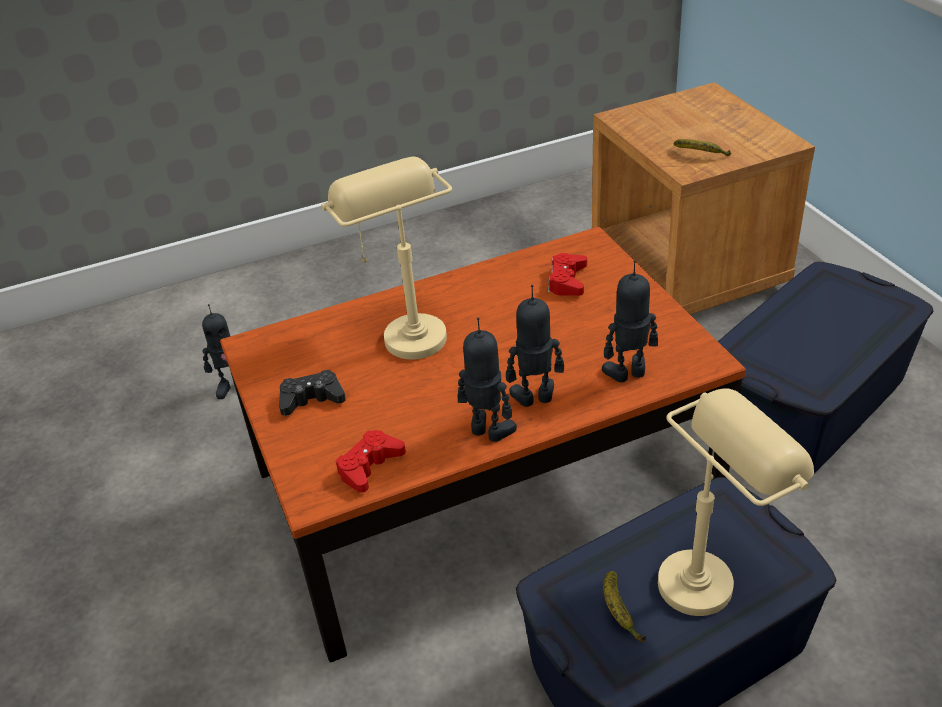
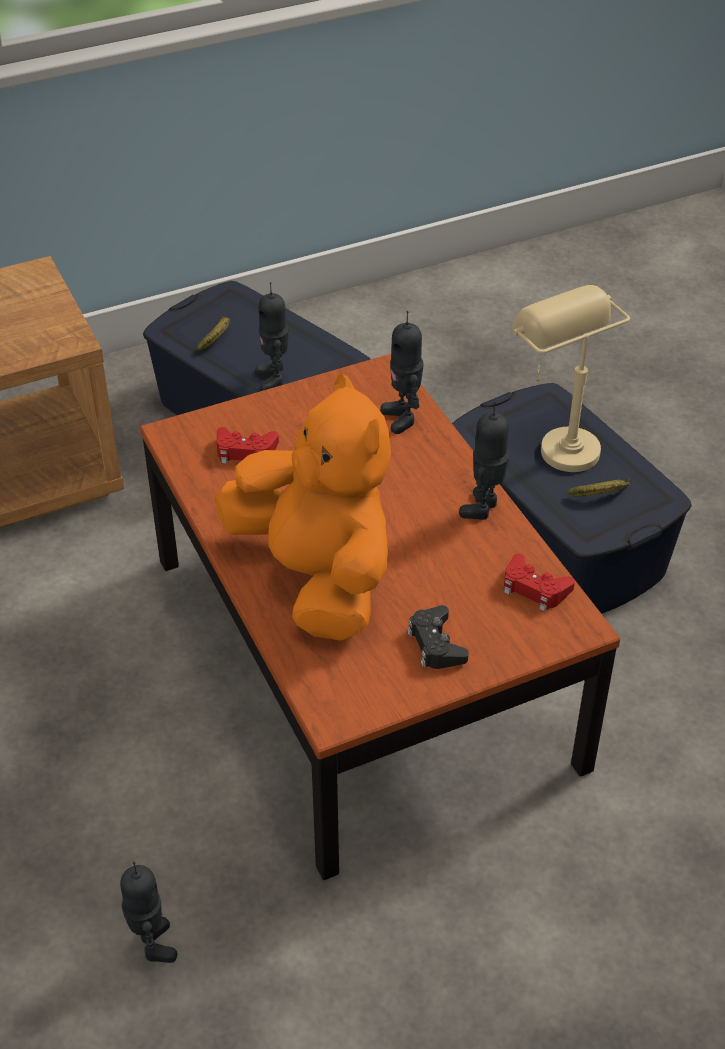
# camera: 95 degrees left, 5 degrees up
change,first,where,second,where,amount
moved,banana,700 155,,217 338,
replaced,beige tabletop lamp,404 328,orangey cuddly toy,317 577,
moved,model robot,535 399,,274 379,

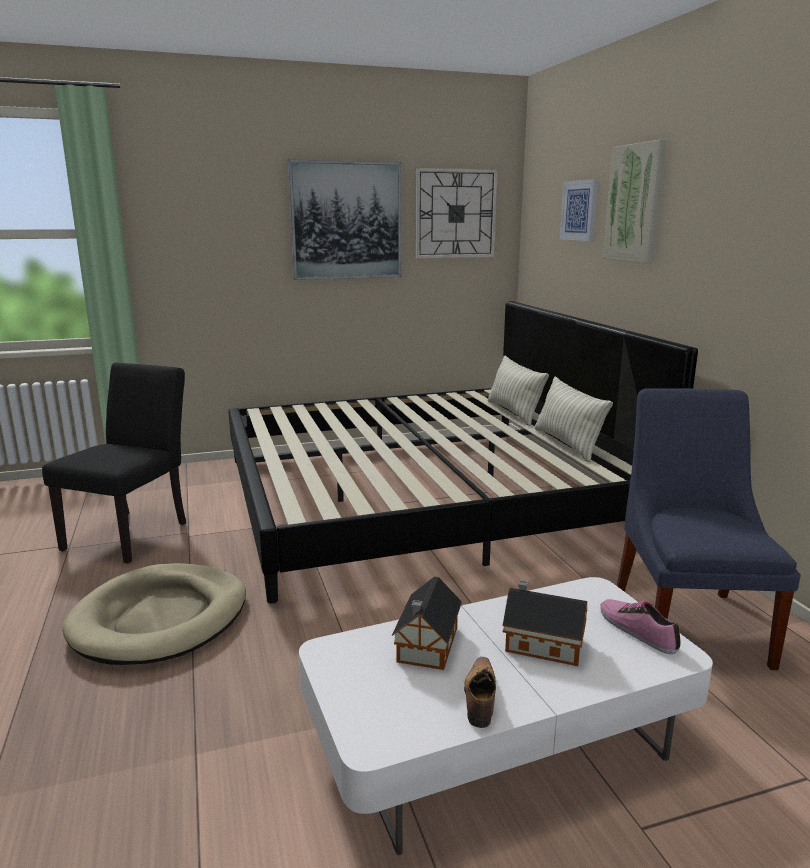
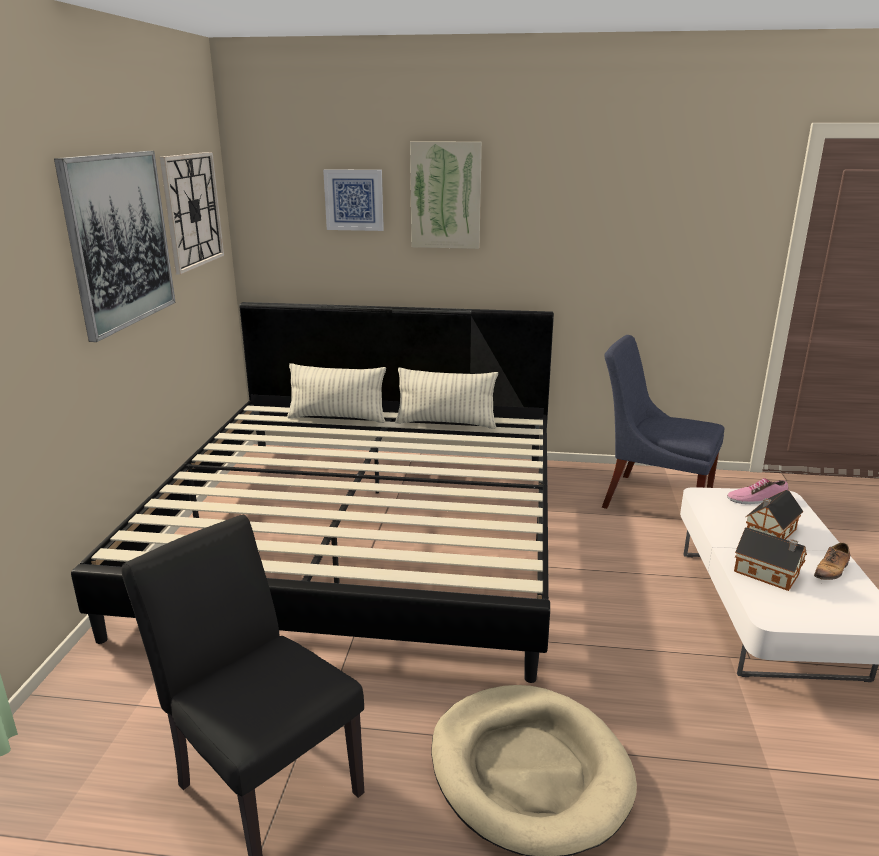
# camera: 65 degrees left, 5 degrees up
change,first,where,second,where,amount
turned,item of footwear,480 698,,831 570,75 degrees counterclockwise

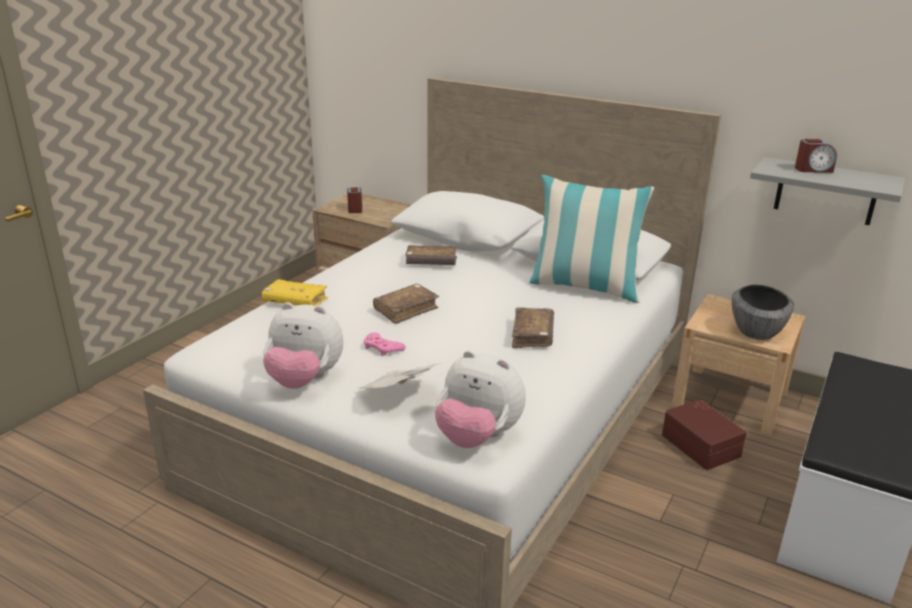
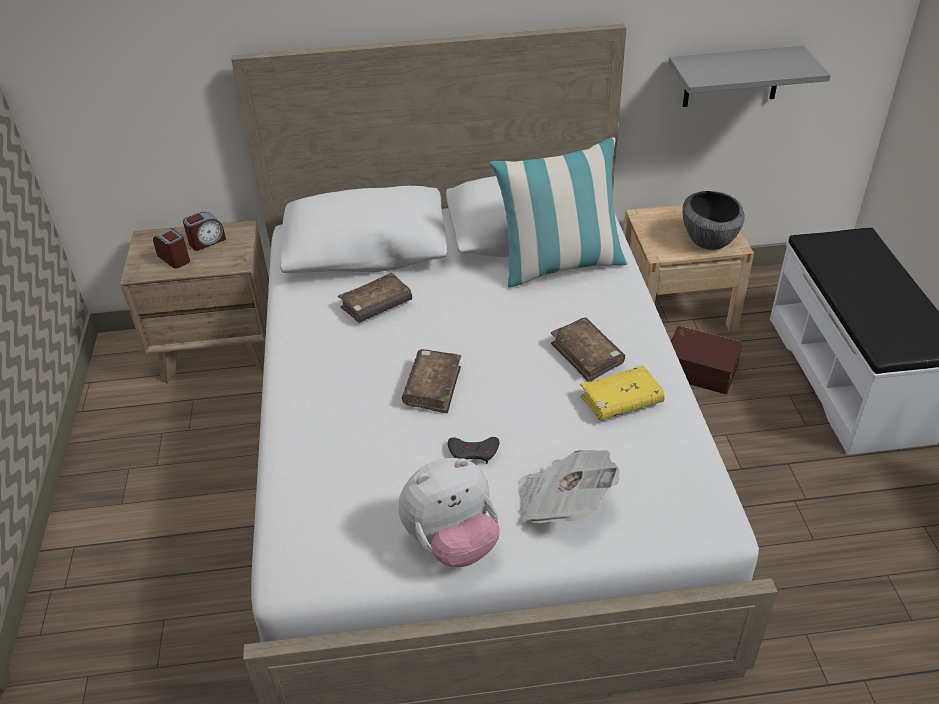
# camera: 35 degrees left, 15 degrees up
change,first,where,second,where,amount
moved,table clock,813 169,,207 241,
recoloured,pink game controller,382 348,gray game controller,473 452,
moved,yellowish bound book,295 302,,621 401,
removed,cuddly toy,477 437,,,

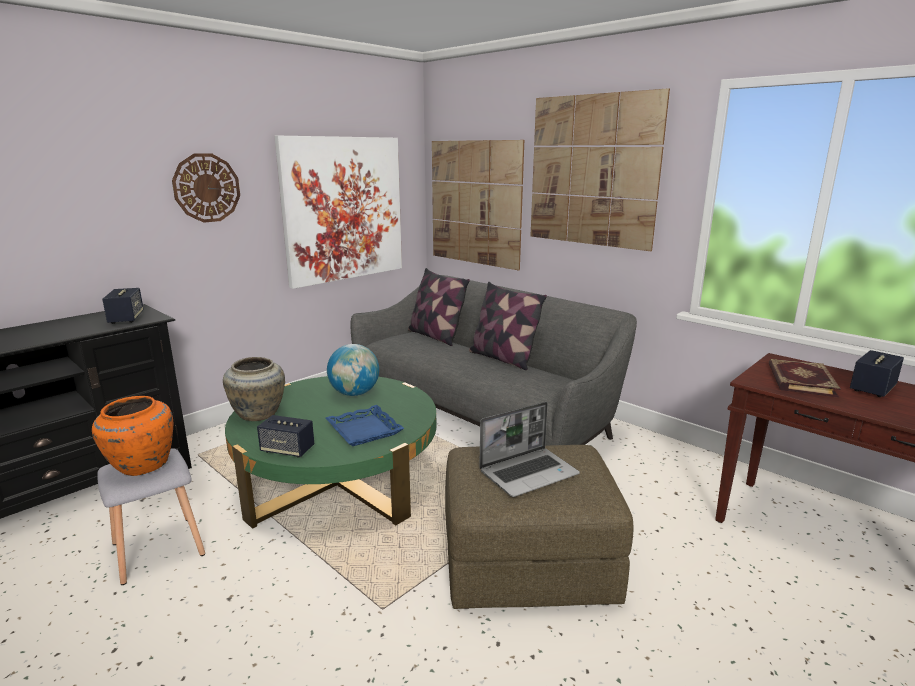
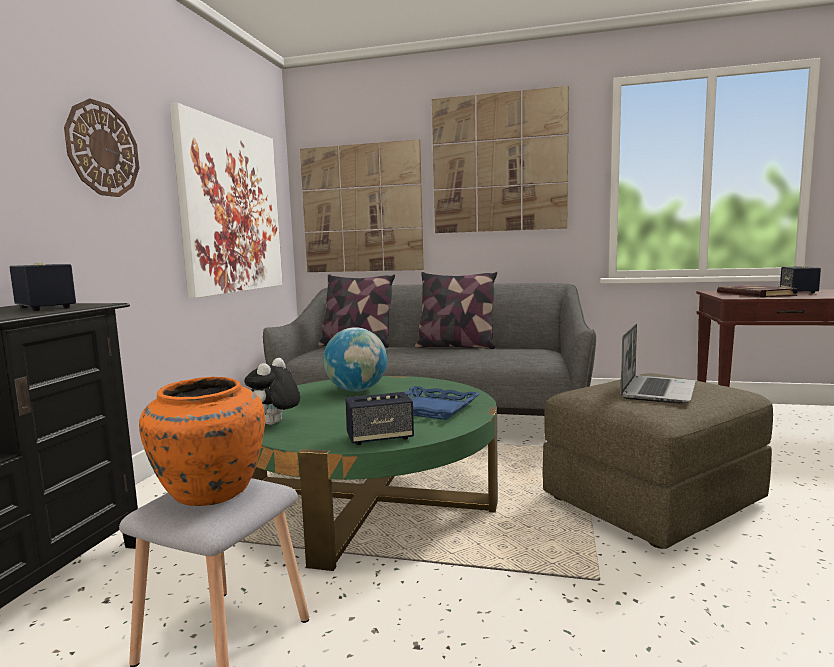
# camera: 30 degrees left, 10 degrees down
change,first,where,second,where,amount
replaced,beige decorative vase,258 415,cuddly toy,275 424,

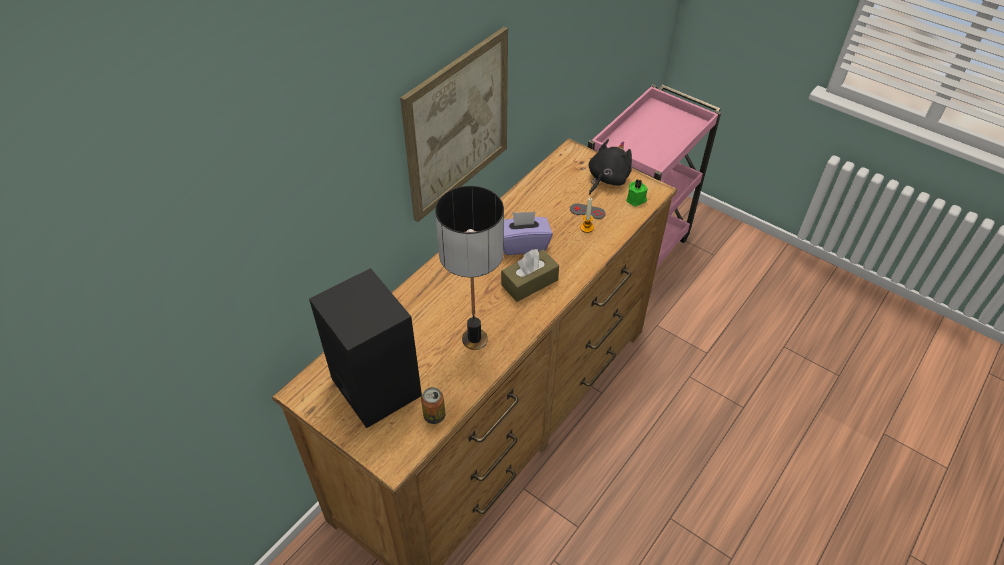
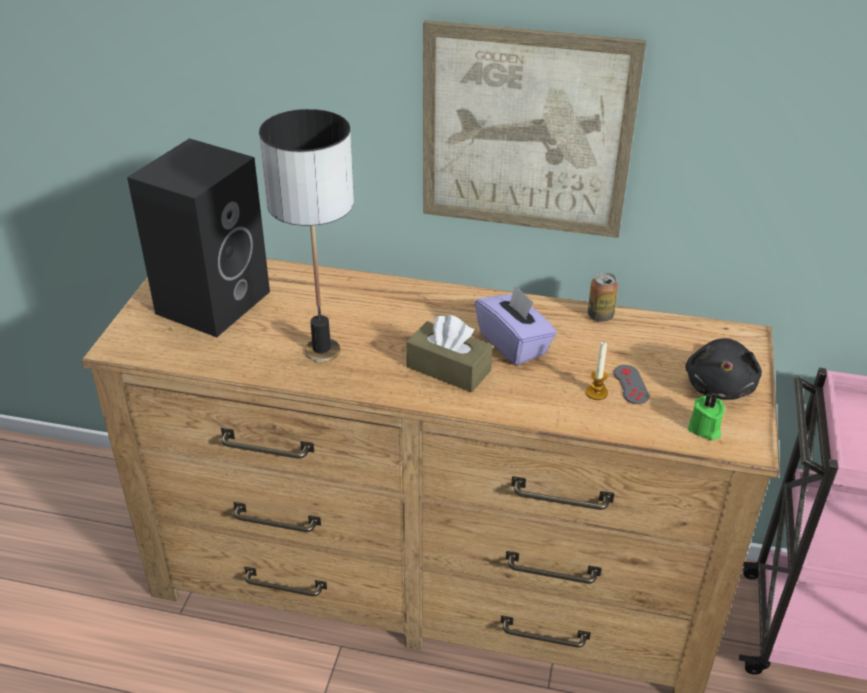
# camera: 65 degrees right, 10 degrees down
change,first,where,second,where,amount
moved,sealed can,434 416,,600 316,
turned,black-coloured cuddly toy,606 179,,719 386,90 degrees clockwise

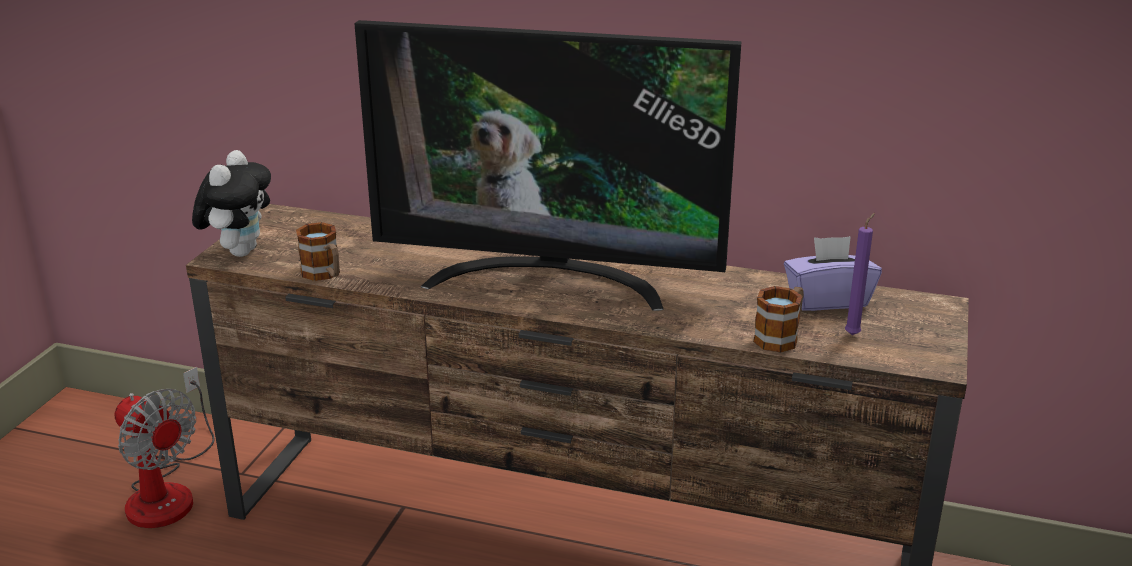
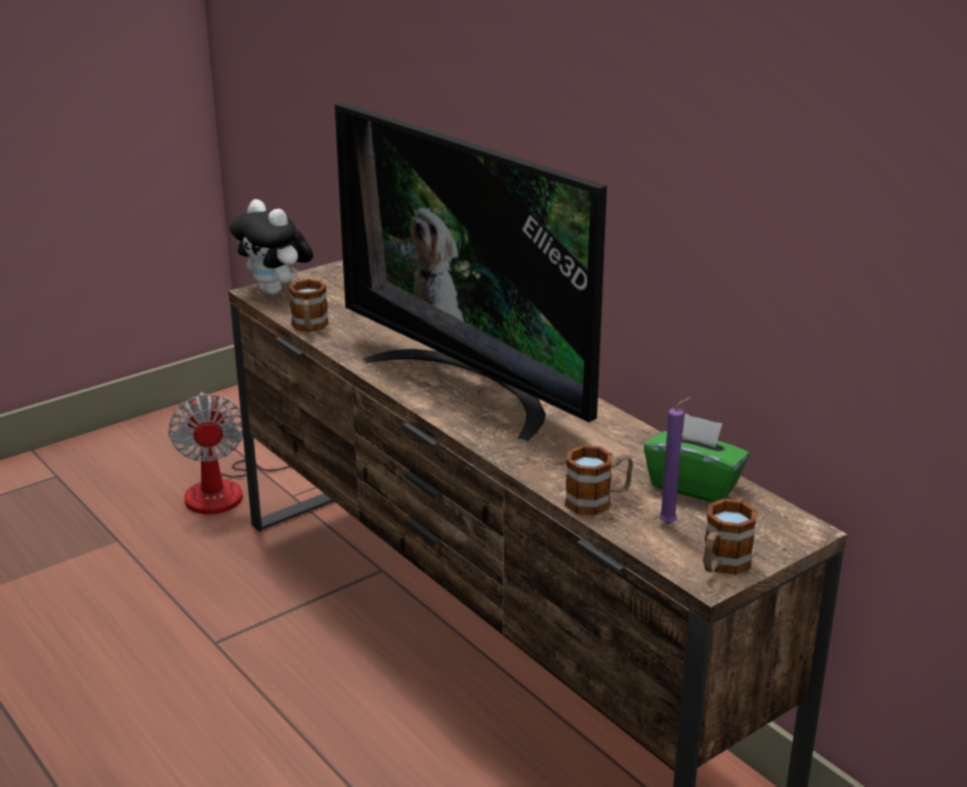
# camera: 35 degrees right, 0 degrees up
change,first,where,second,where,amount
turned,cuddly toy,239 251,,276 291,90 degrees clockwise
recoloured,purple box of tissues,827 300,green-coloured box of tissues,694 485,
added,,,tea mug,721 565,

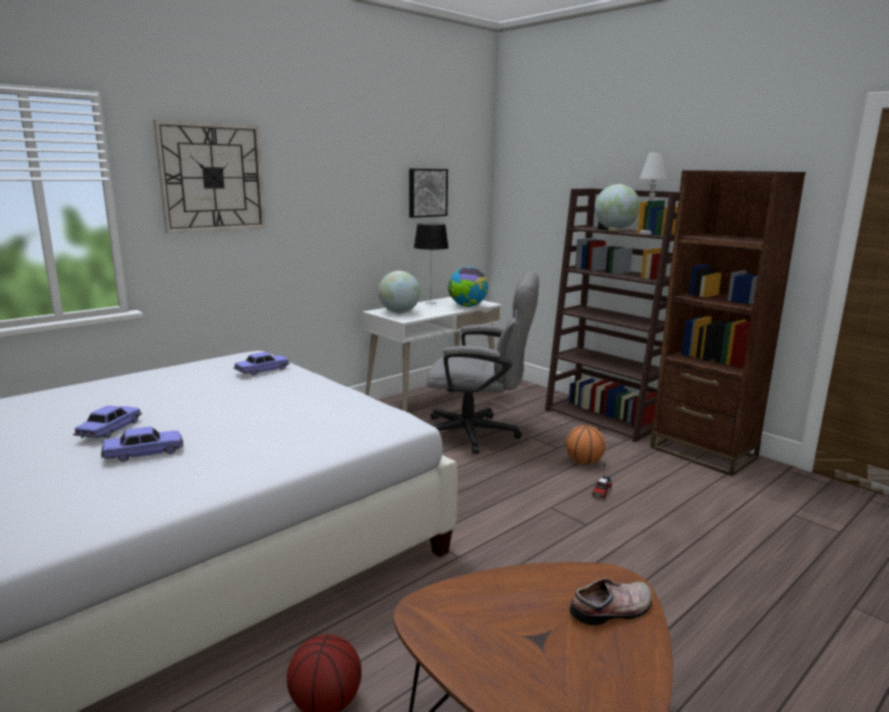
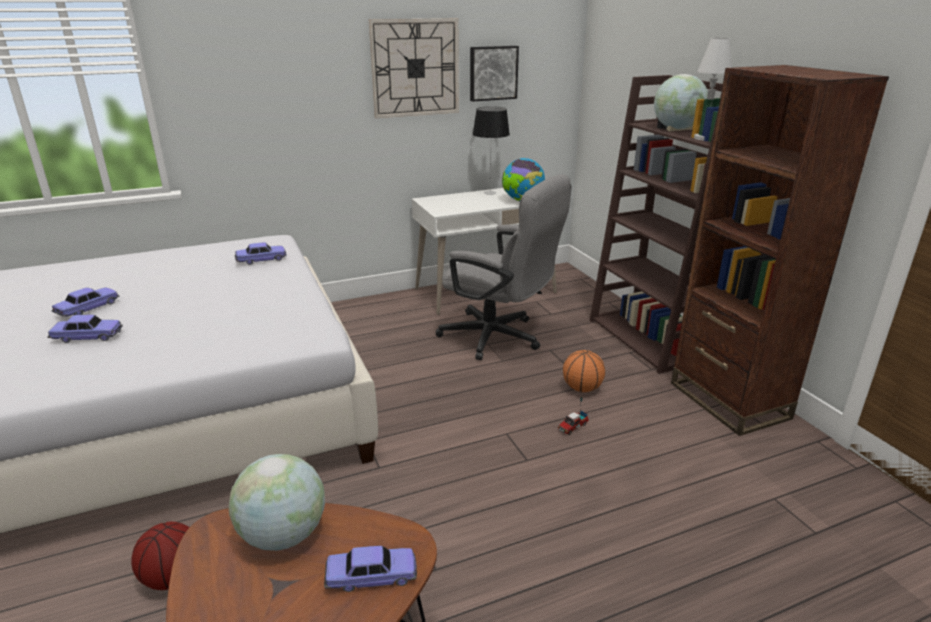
# camera: 20 degrees right, 10 degrees up
change,first,where,second,where,amount
moved,globe,399 312,,283 535,
replaced,item of footwear,613 611,miniature car,371 576,
moved,clock on the wall,212 177,,415 68,

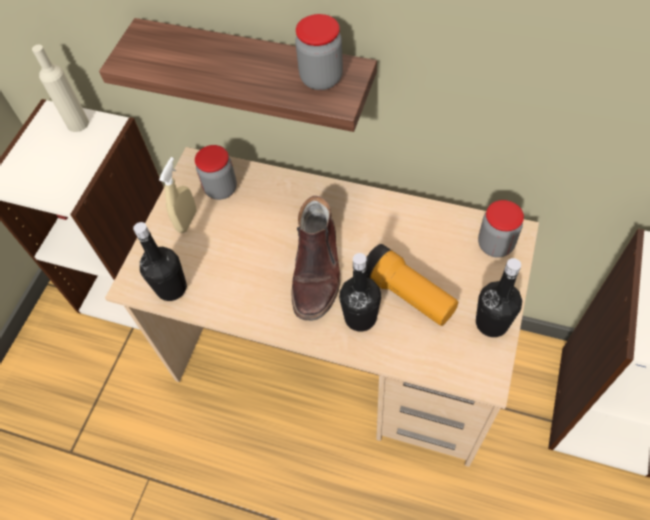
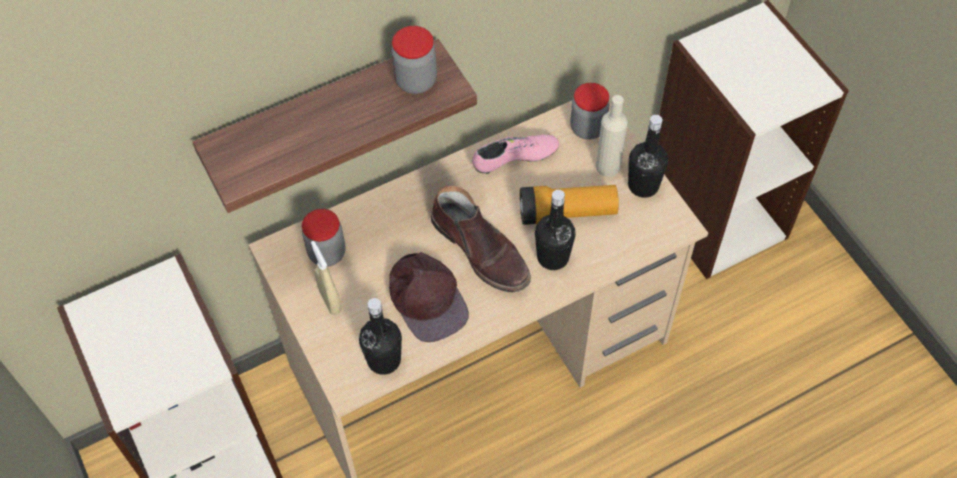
# camera: 50 degrees left, 0 degrees up
change,first,where,second,where,amount
added,,,brownish baseball cap,427 298,
added,,,pink item of footwear,515 159,
moved,beige bottle,78 123,,608 166,

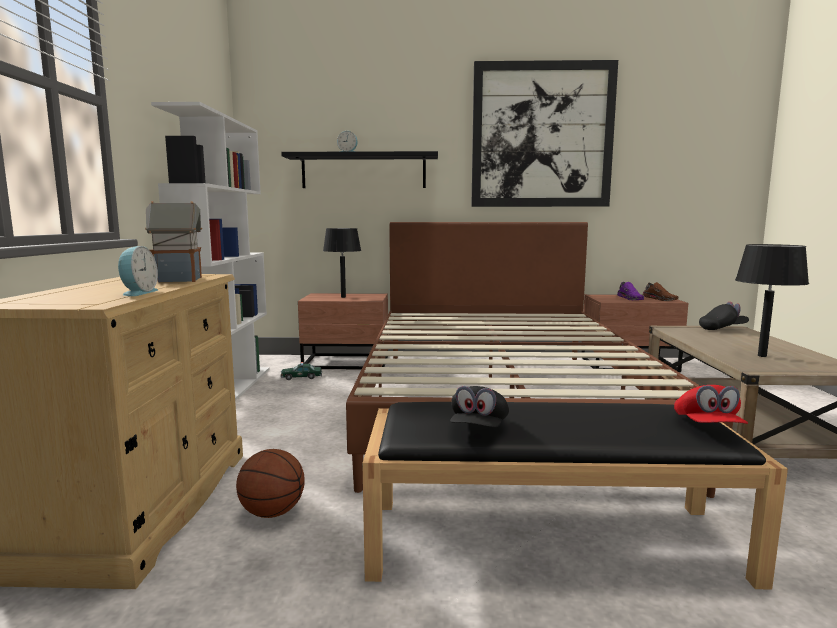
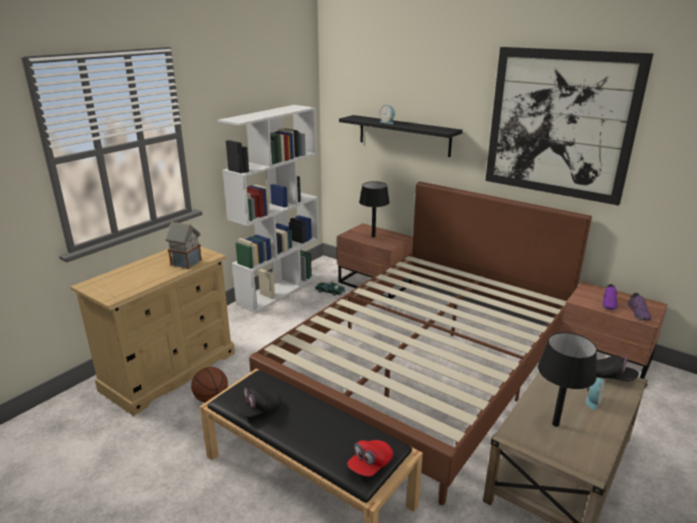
# camera: 35 degrees right, 15 degrees up
change,first,where,second,where,amount
moved,table clock,138 293,,592 401,
recoloured,brownish item of footwear,660 299,purple item of footwear,639 313,

